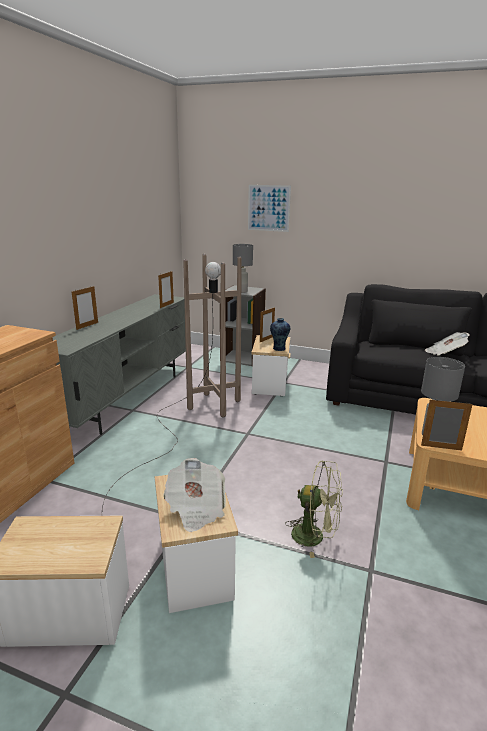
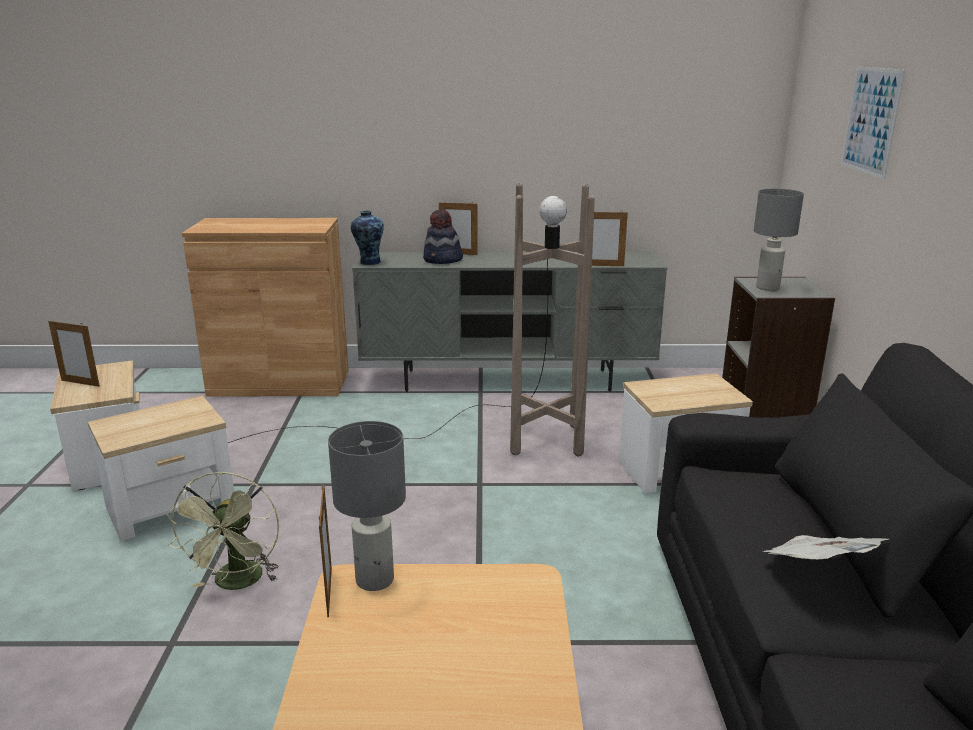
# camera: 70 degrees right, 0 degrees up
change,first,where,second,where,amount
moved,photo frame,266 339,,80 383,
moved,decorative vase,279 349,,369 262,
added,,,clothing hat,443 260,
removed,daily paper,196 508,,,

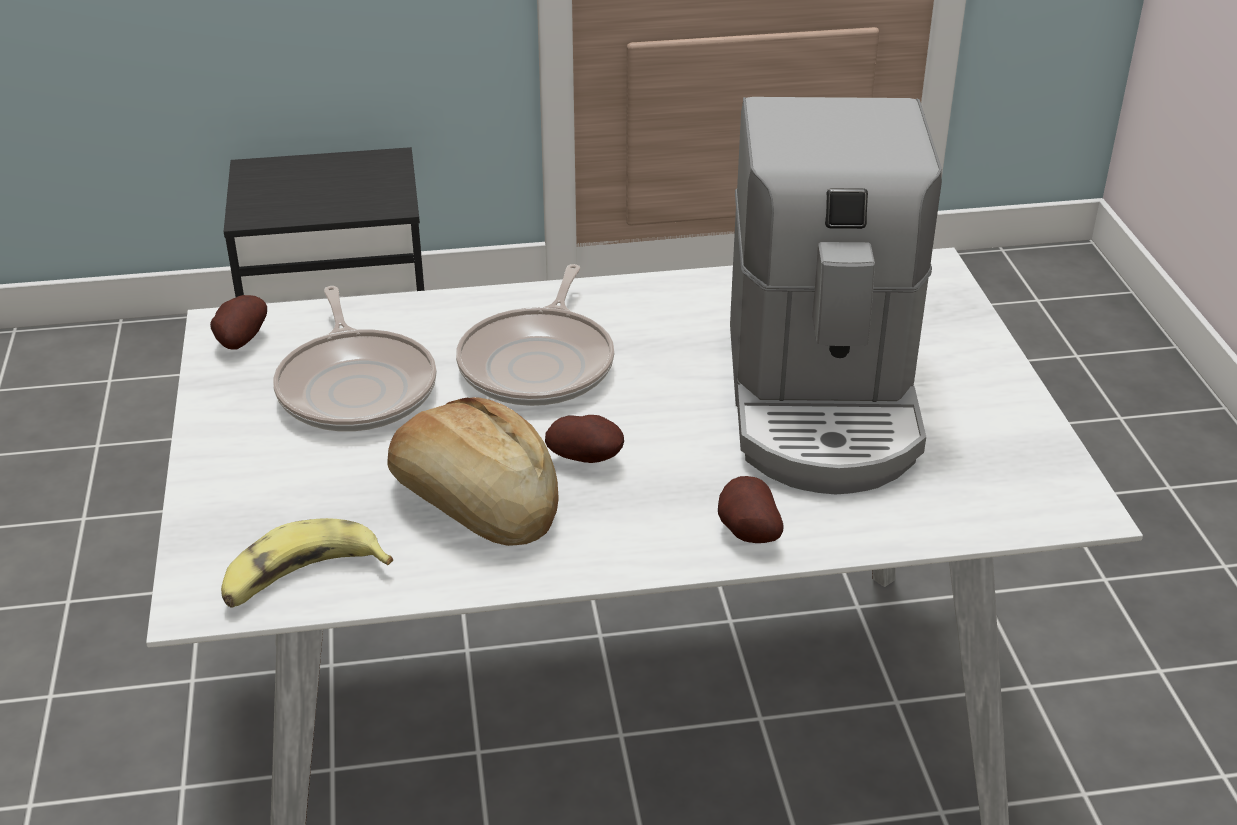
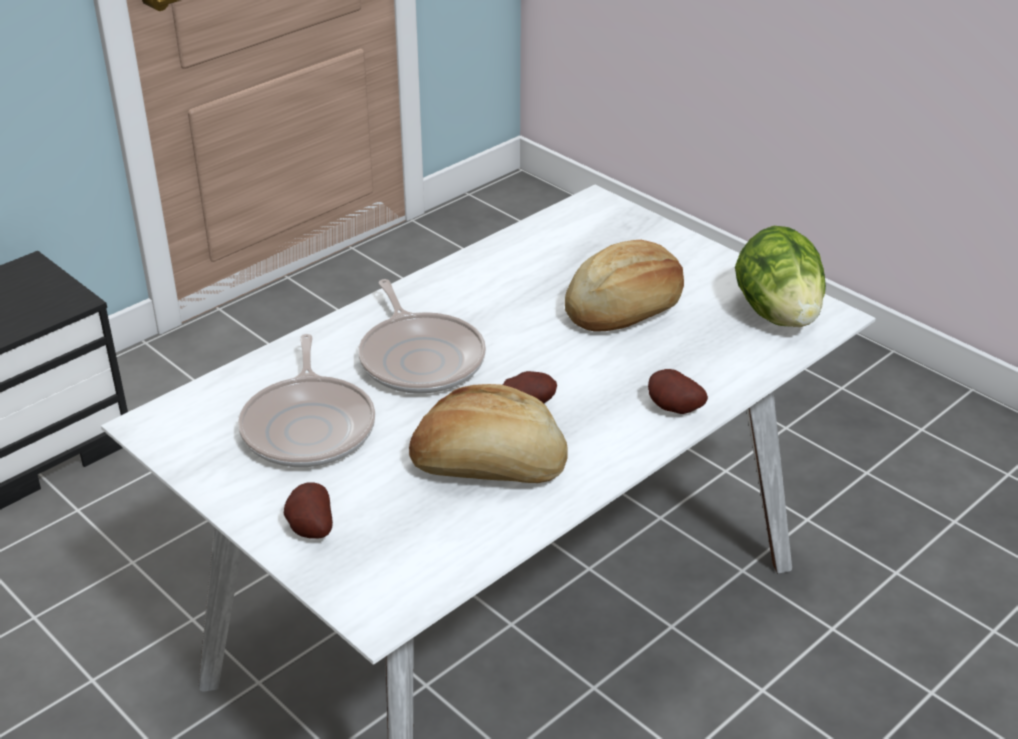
# camera: 35 degrees left, 0 degrees up
change,first,where,second,where,amount
turned,frying pan,356 387,,309 426,45 degrees clockwise
moved,whole potato,239 342,,309 529,
replaced,coffee brewer,822 400,baked bread,625 310,
added,,,lettuce head,778 314,
removed,banana,301 579,,,

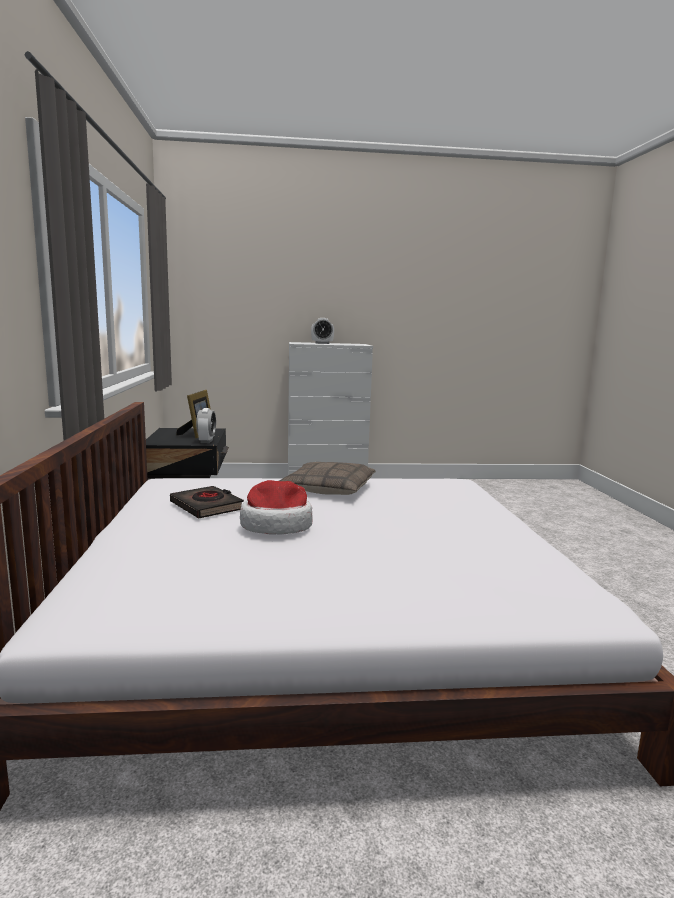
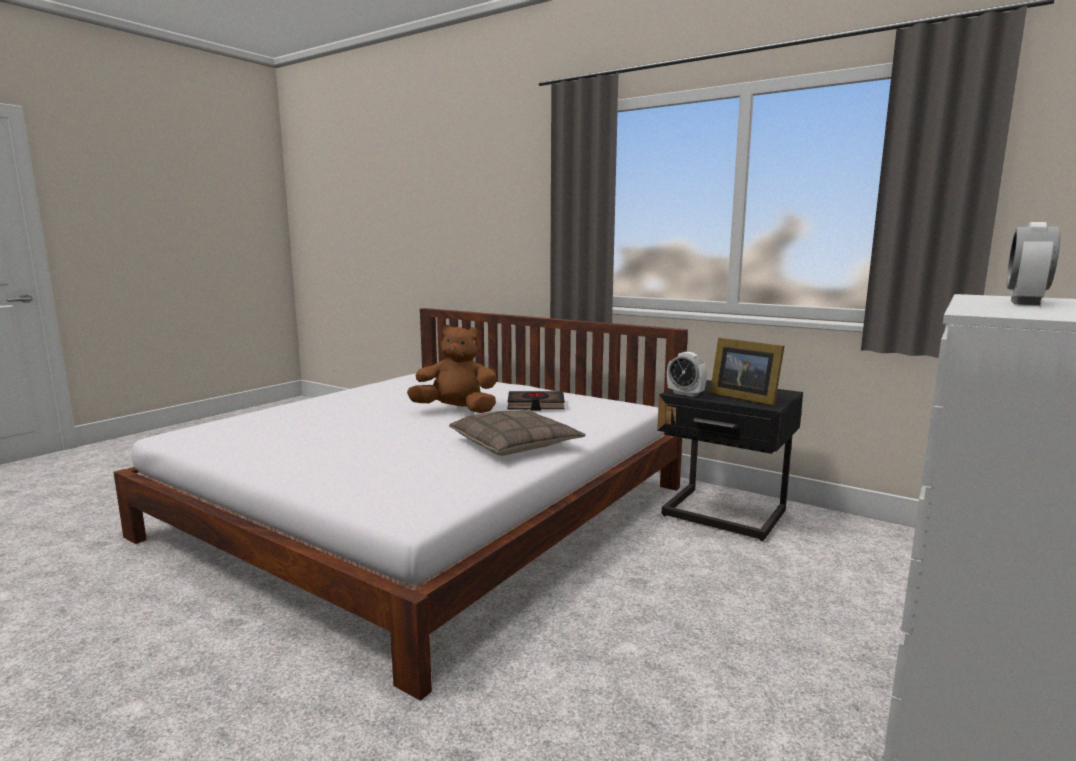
# camera: 130 degrees right, 0 degrees up
change,first,where,second,where,amount
replaced,clothing hat,276 525,brownish cuddly toy,456 410,

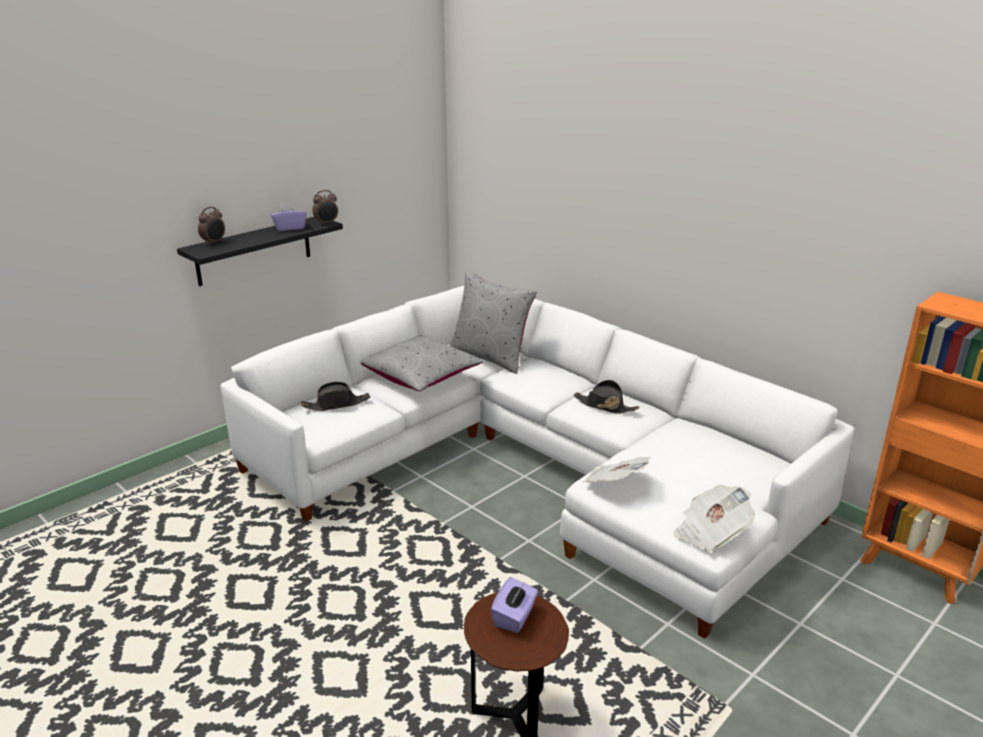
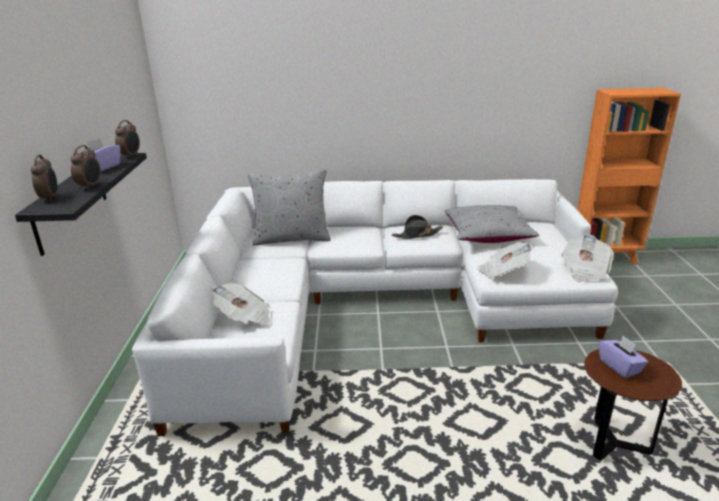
# camera: 45 degrees left, 0 degrees up
change,first,where,second,where,amount
added,,,table clock,90 186,
replaced,black-coloured clothing hat,336 404,daily paper,245 318,
moved,gray cushion,420 376,,487 235,

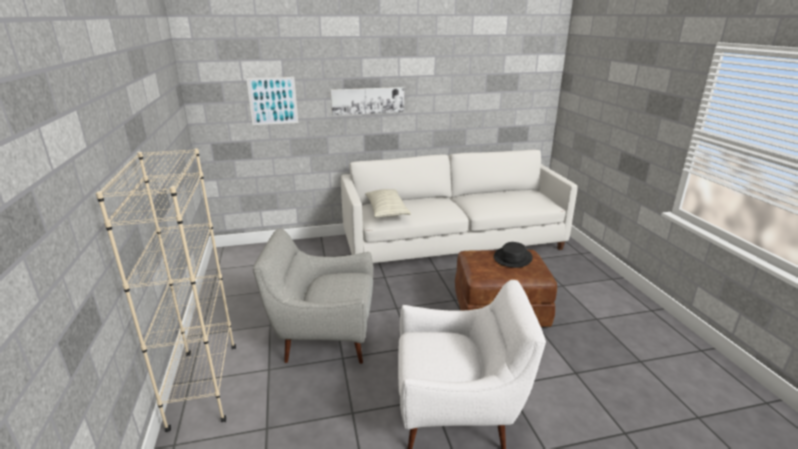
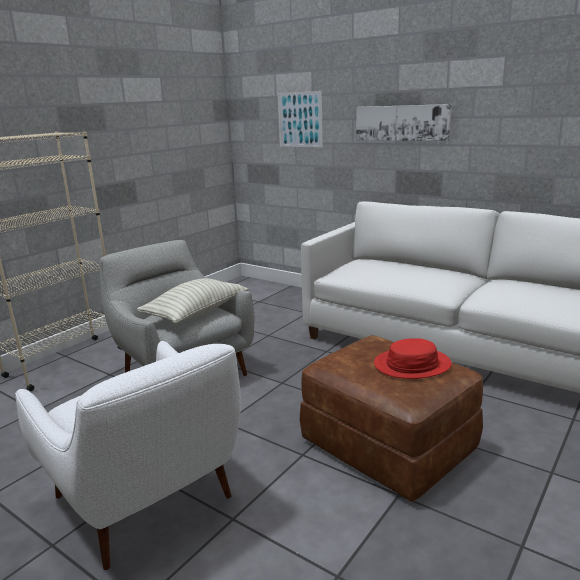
# camera: 50 degrees right, 5 degrees down
change,first,where,second,where,amount
moved,cushion,386 211,,196 313,
recoloured,black-coloured clothing hat,513 258,reddish clothing hat,412 365,

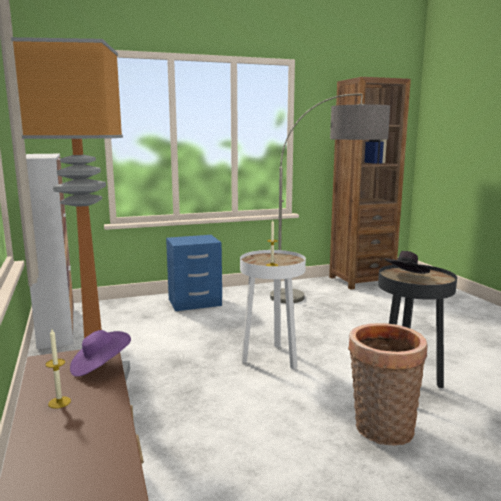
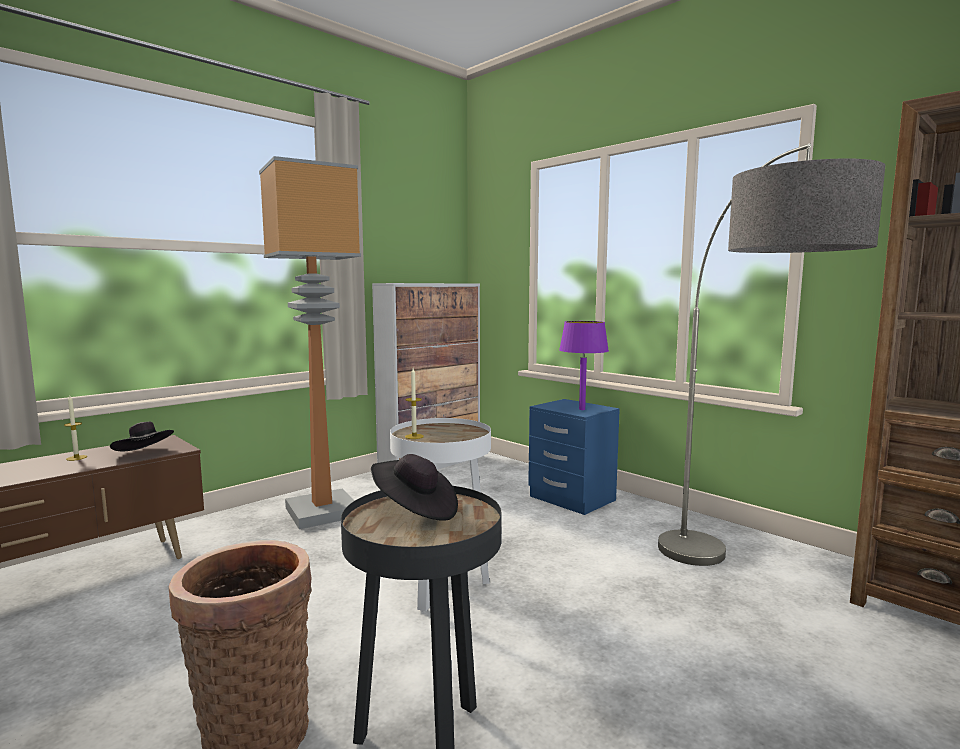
# camera: 65 degrees right, 5 degrees down
change,first,where,second,where,amount
recoloured,purple clothing hat,100 366,black-coloured clothing hat,145 454,
added,,,purple tabletop lamp,582 409,

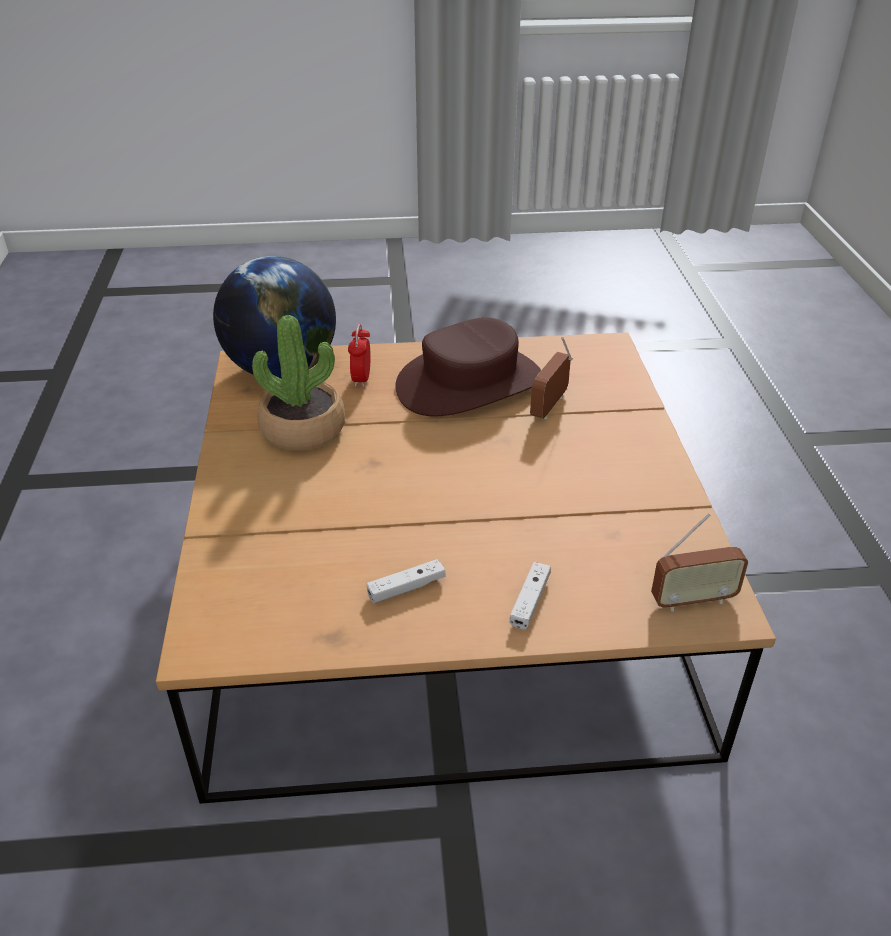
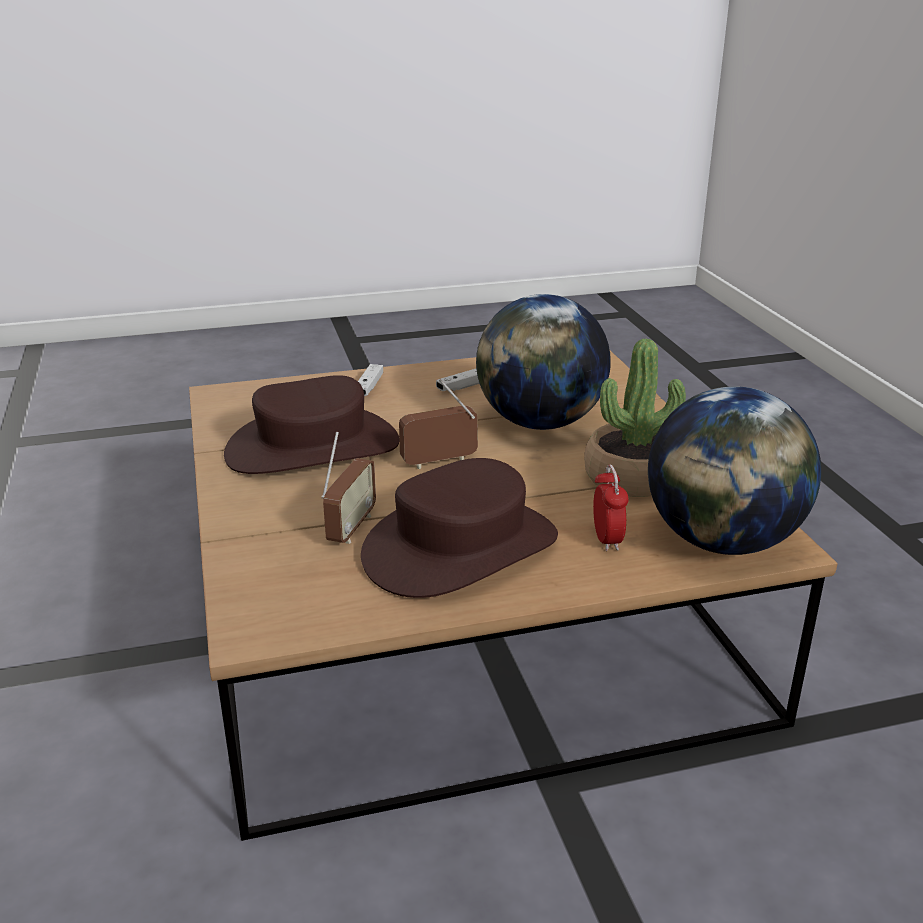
# camera: 170 degrees right, 10 degrees down
change,first,where,second,where,amount
added,,,brownish clothing hat,312 447,
moved,radio receiver,693 600,,439 462,
added,,,globe,540 423,

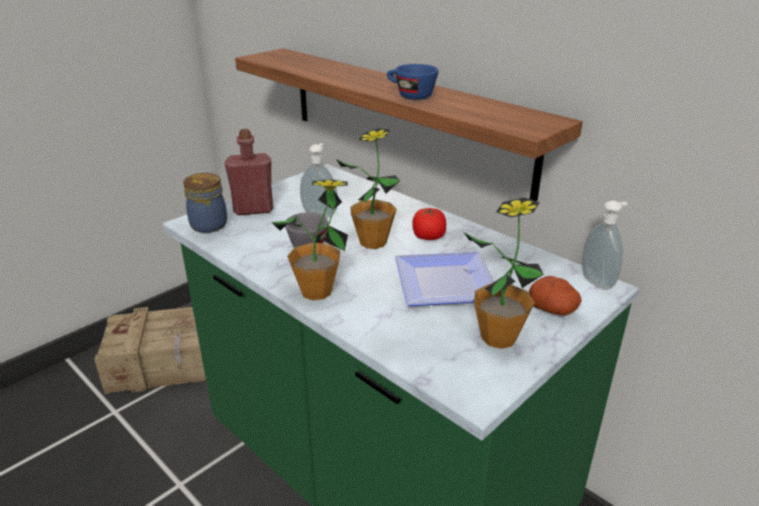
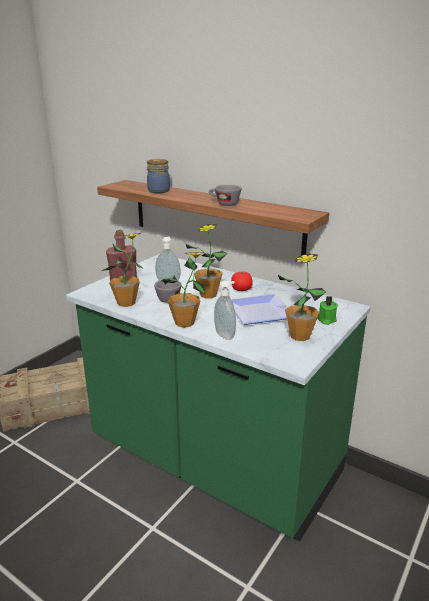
# camera: 10 degrees left, 5 degrees down
change,first,where,second,where,amount
added,,,potted plant,126 303,
moved,jar,209 224,,158 191,
recoloured,blue-coloured small cup,410 96,gray small cup,224 203,
moved,soap dispenser,598 282,,225 335,
replaced,whole potato,553 309,green-coloured wax candle,326 320,

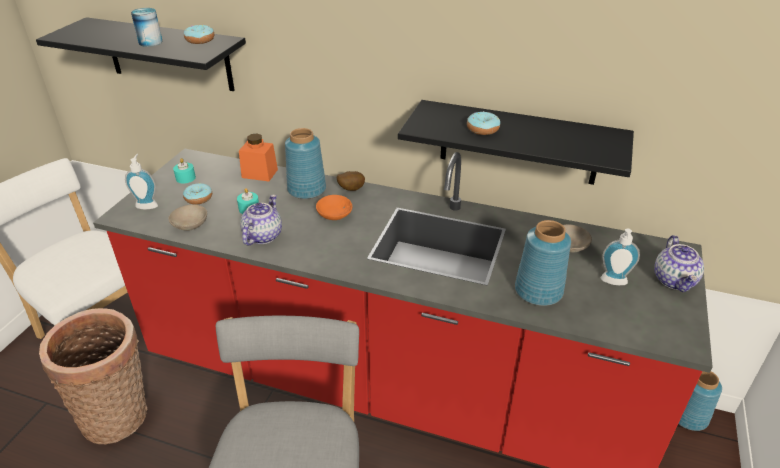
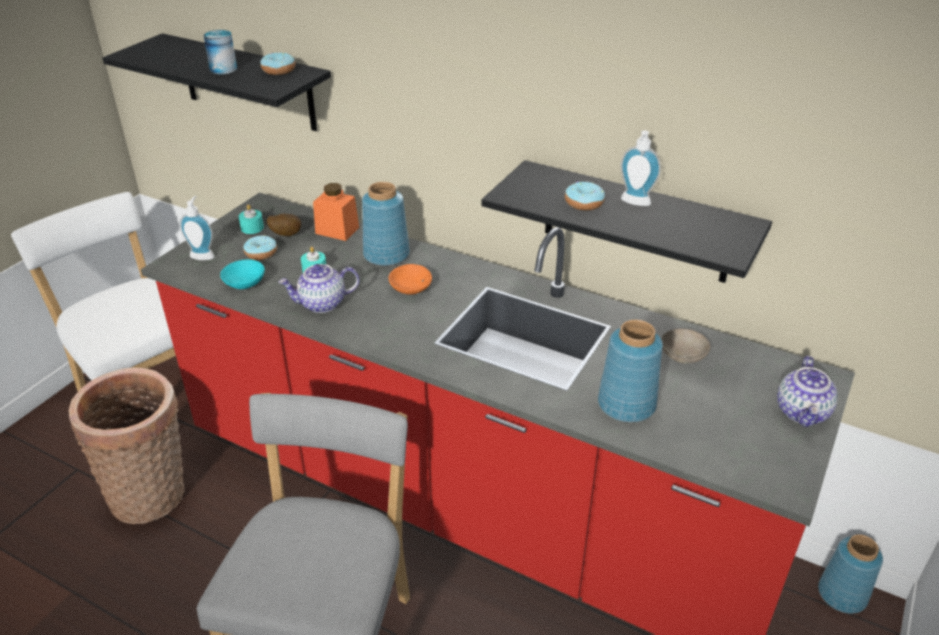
# camera: 10 degrees right, 0 degrees up
change,first,where,second,where,amount
recoloured,beige serving bowl,191 224,turquoise serving bowl,246 282,
moved,whole potato,350 189,,286 234,
turned,teapot,262 235,,322 304,135 degrees counterclockwise
moved,soap dispenser,613 283,,634 203,

